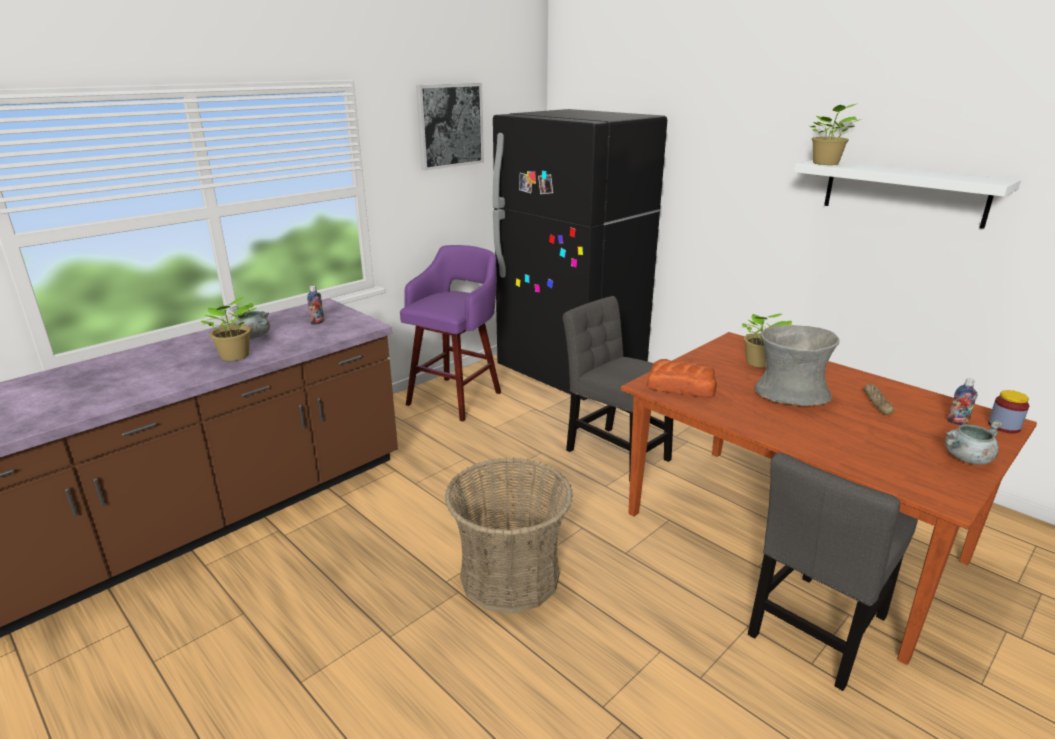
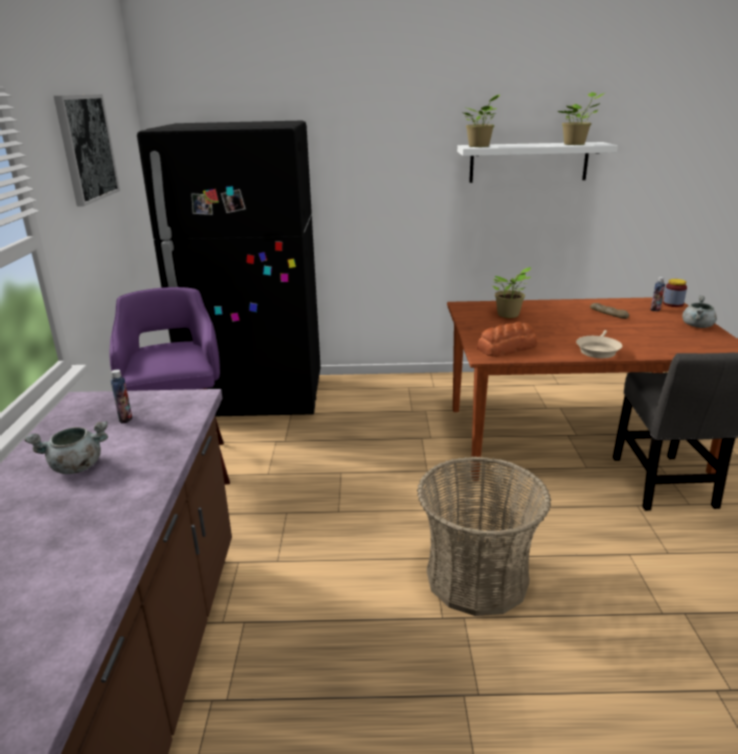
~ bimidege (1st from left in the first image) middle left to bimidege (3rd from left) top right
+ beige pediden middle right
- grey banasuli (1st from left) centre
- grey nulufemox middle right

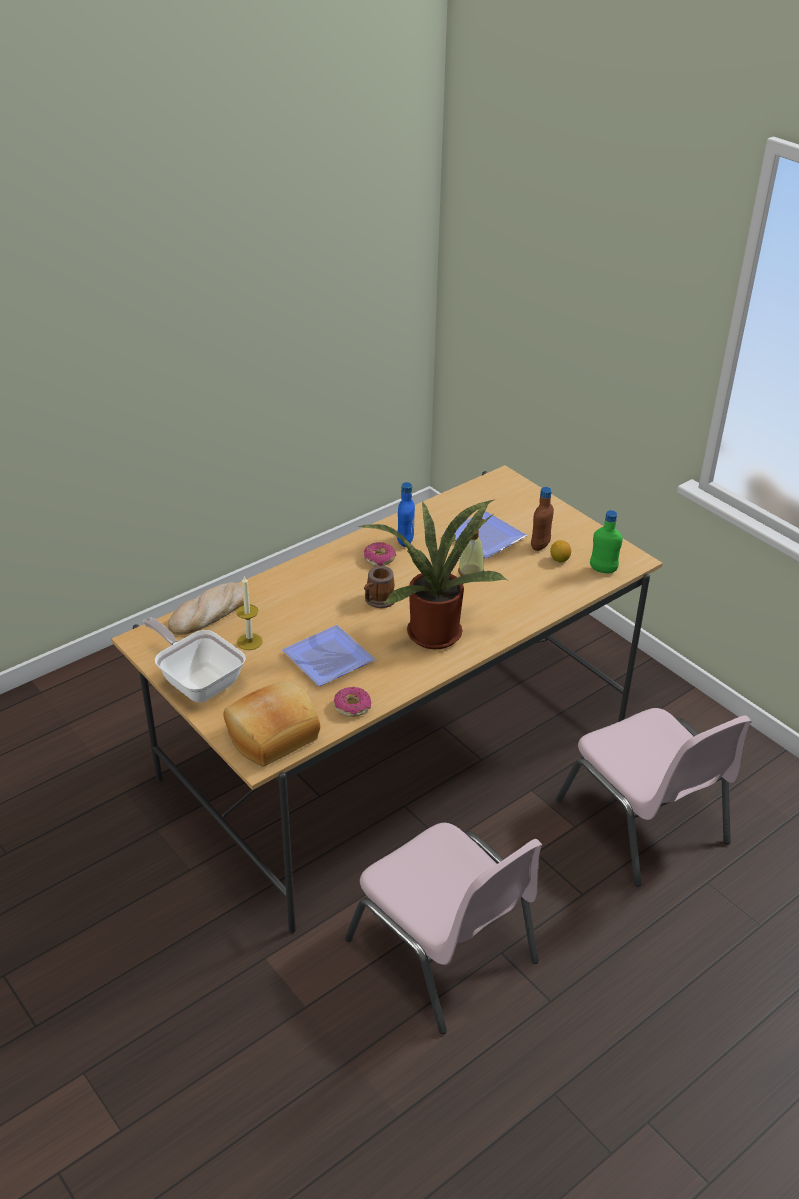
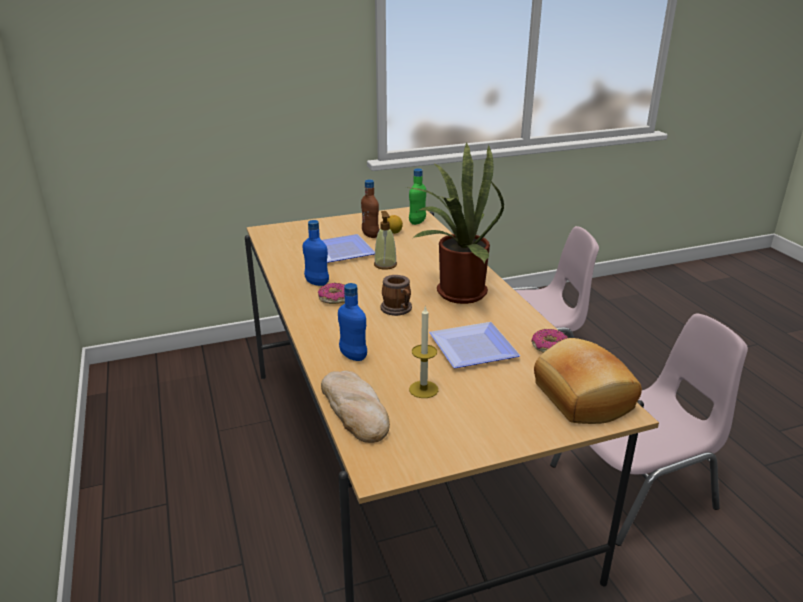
+ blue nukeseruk (2nd from left) centre
- pediden middle left

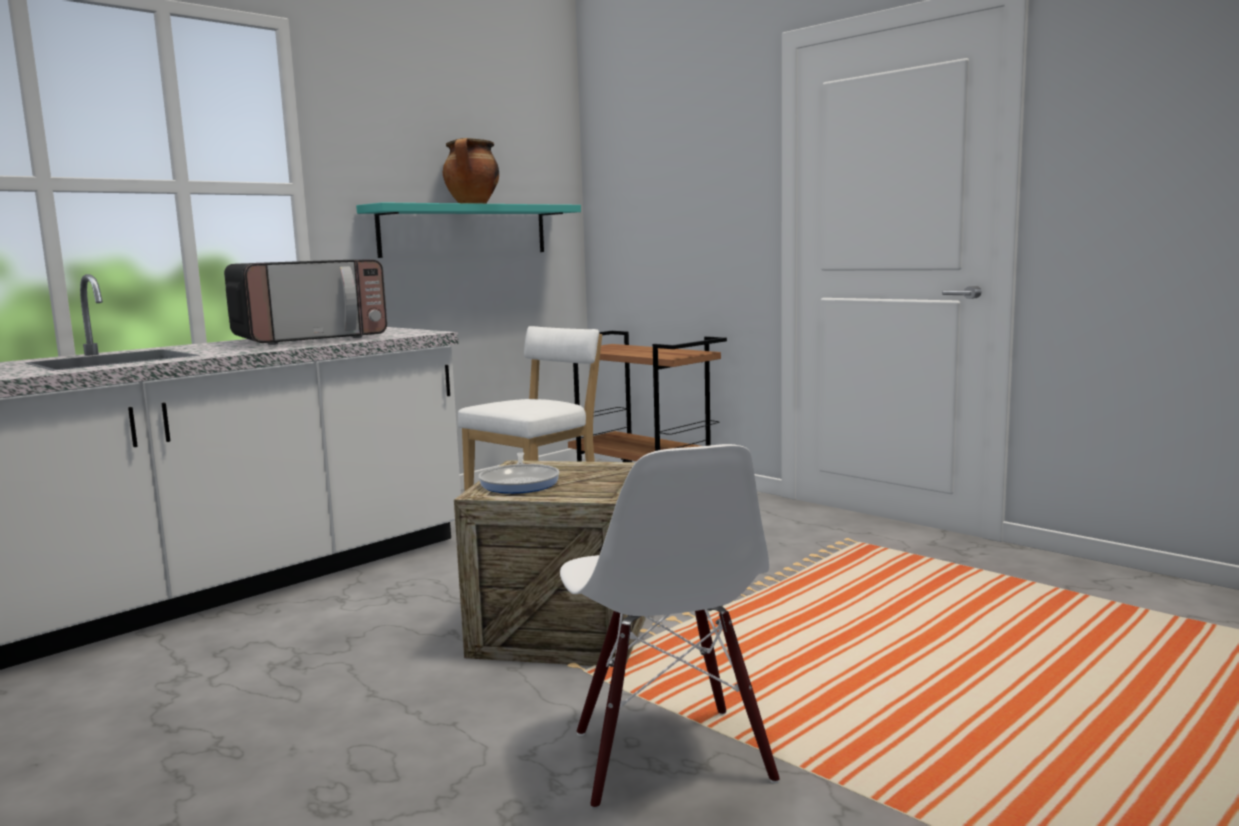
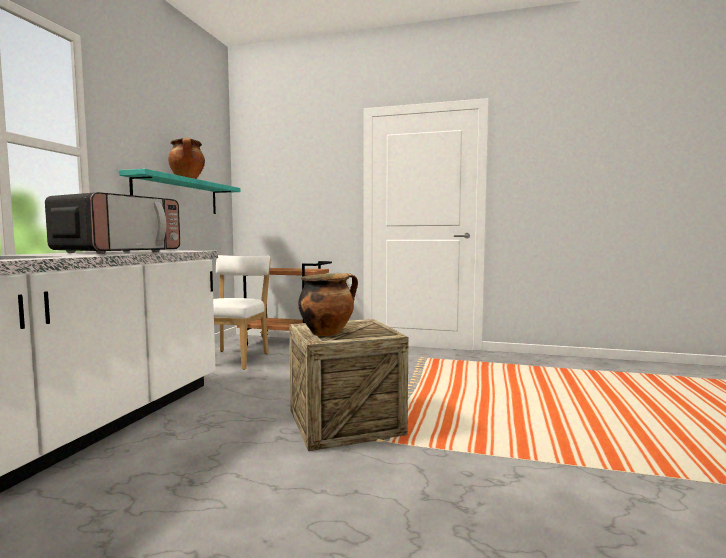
~ pediden centre to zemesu (2nd from left) centre
- white banasuli (2nd from left) bottom centre

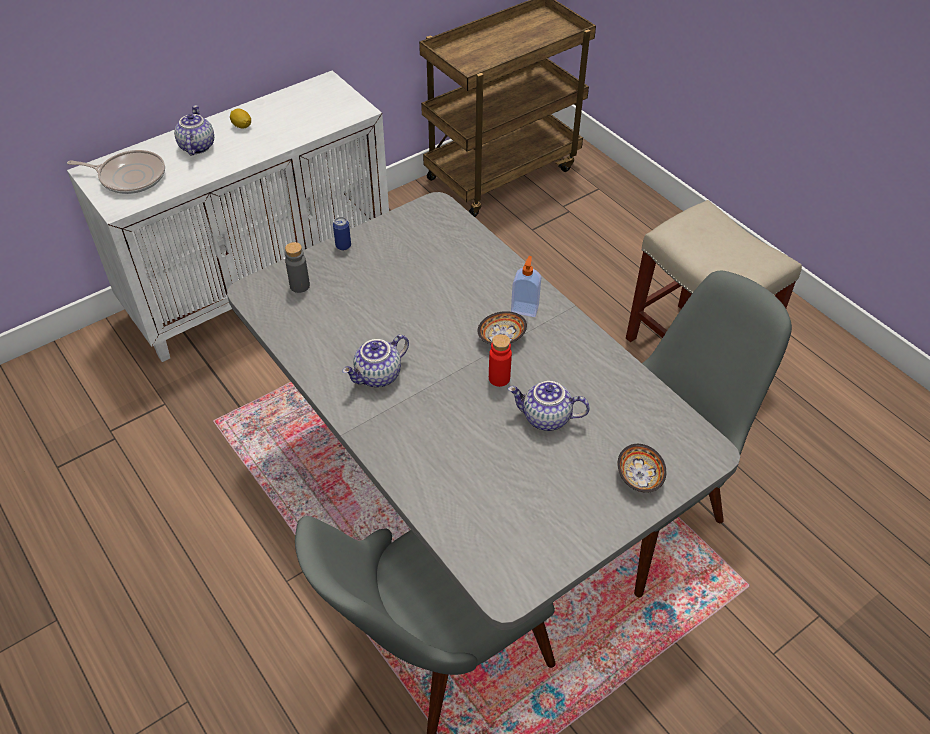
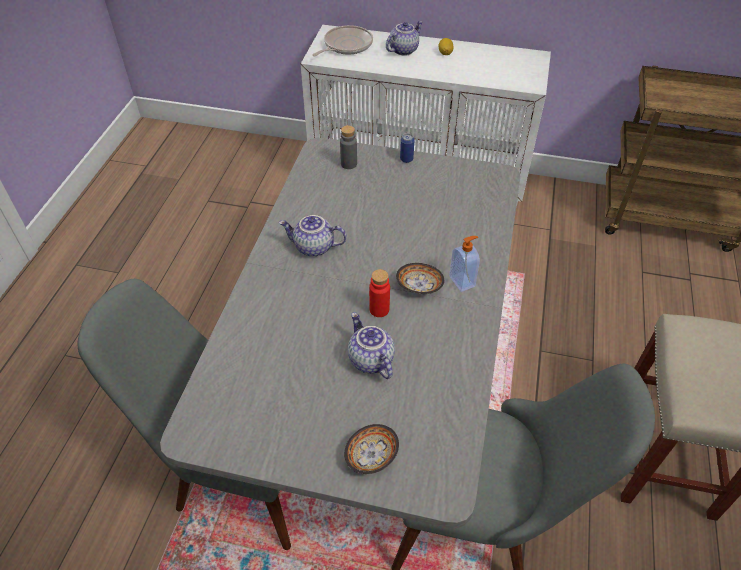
~ pediden top left = top centre 105 degrees counterclockwise

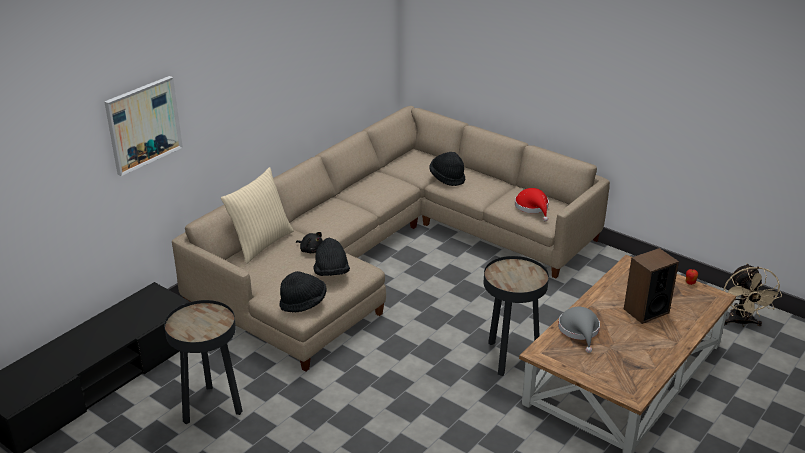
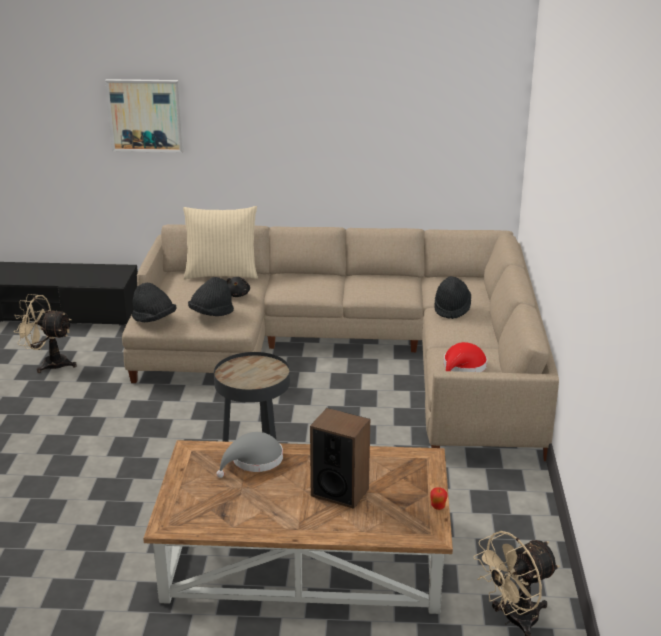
~ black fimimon (1st from left) bottom left to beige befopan (1st from left) middle left

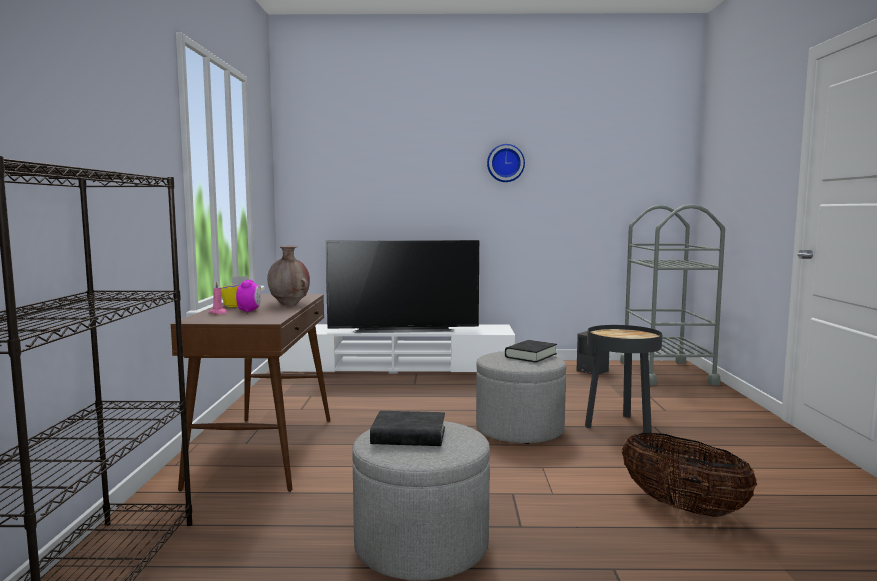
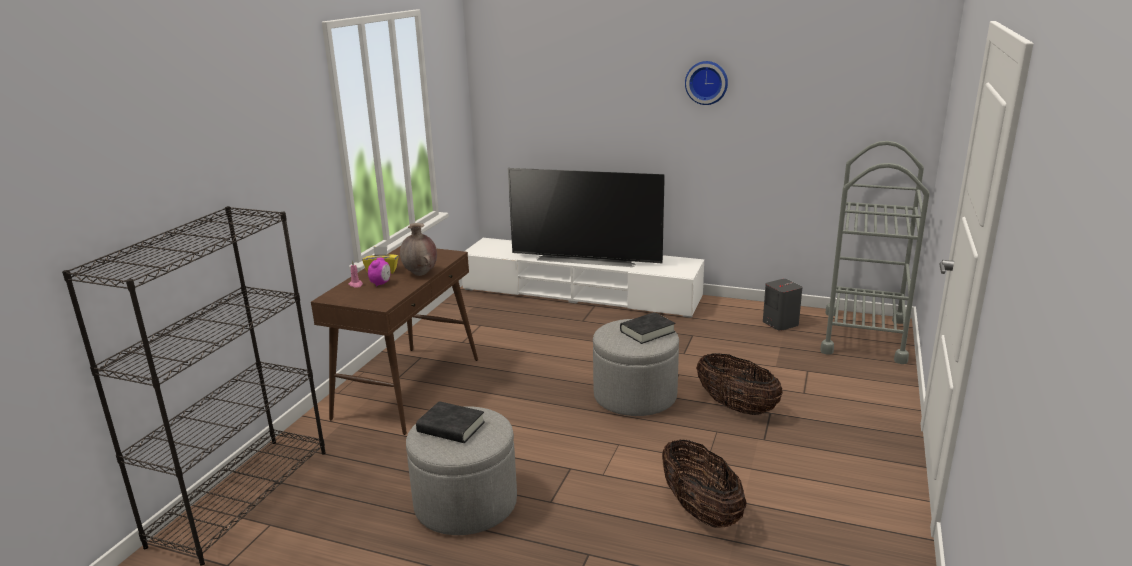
~ black fimimon middle right to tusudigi (2nd from left) bottom centre

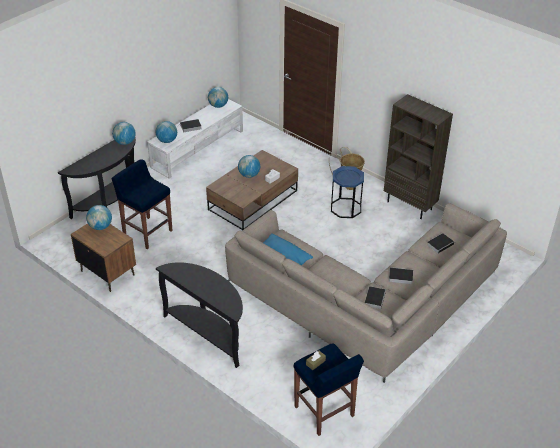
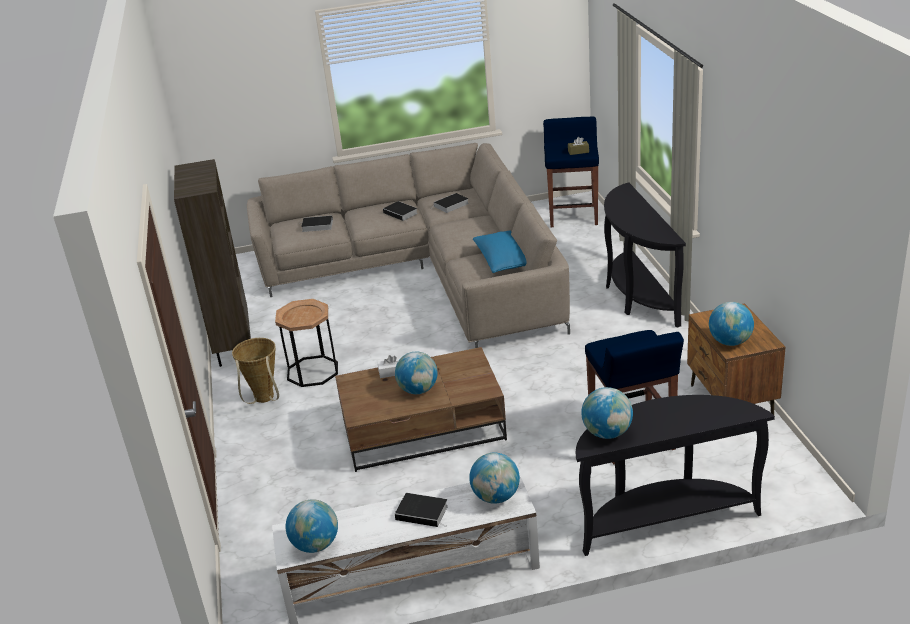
~ blue fimimon centre to brown fimimon centre

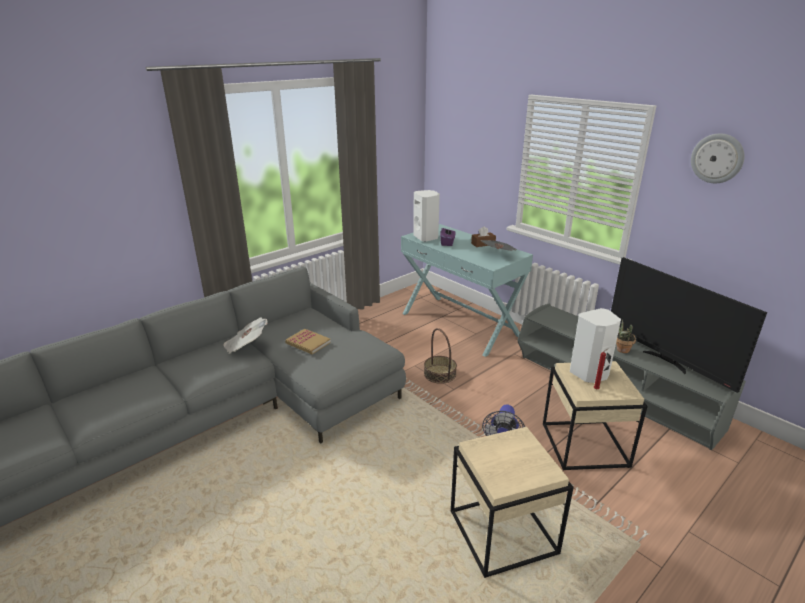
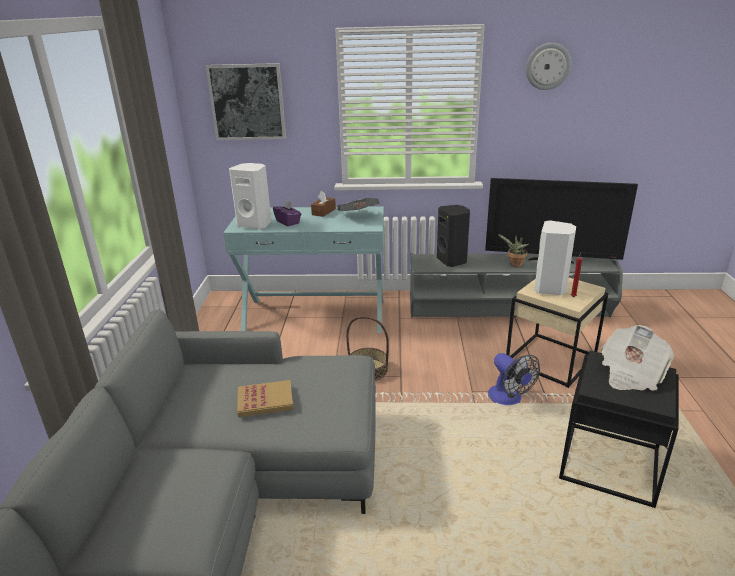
+ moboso top centre
+ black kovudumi centre
~ beige fimimon (1st from left) bottom centre to black fimimon bottom right
~ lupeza (1st from left in the first image) middle left to lupeza (2nd from left) middle right

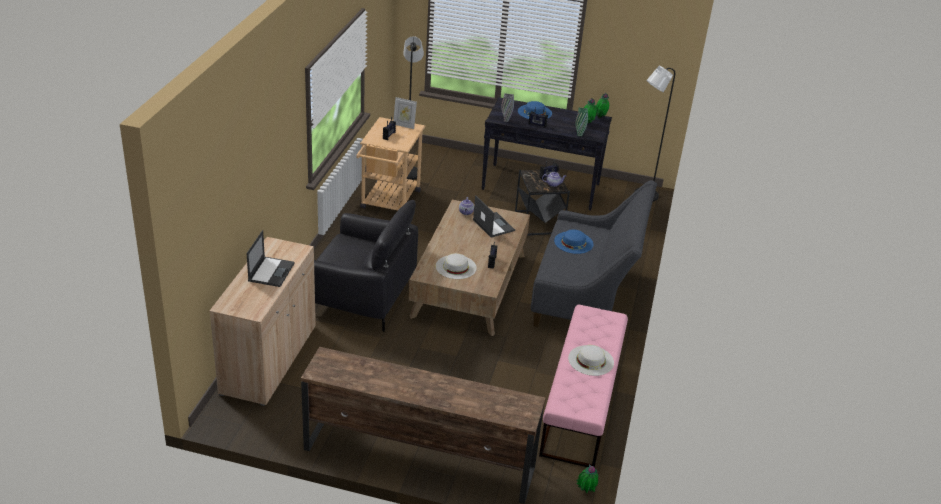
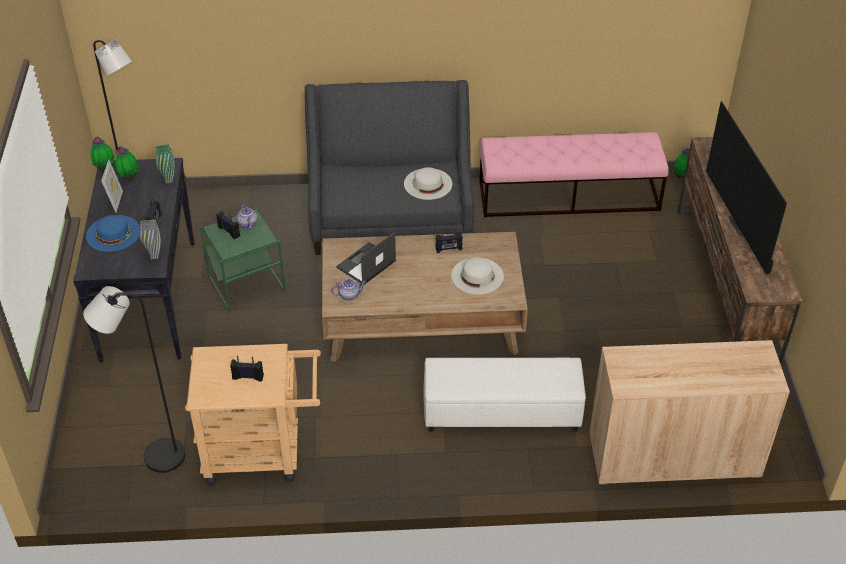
~ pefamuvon top centre to top left
~ black fimimon centre to green fimimon middle left
~ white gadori (2nd from left in the first image) bottom centre to white gadori (1st from left) top centre
~ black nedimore centre to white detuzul bottom centre
+ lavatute top right
- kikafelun (1st from left) middle left
- blue gadori (2nd from left) centre

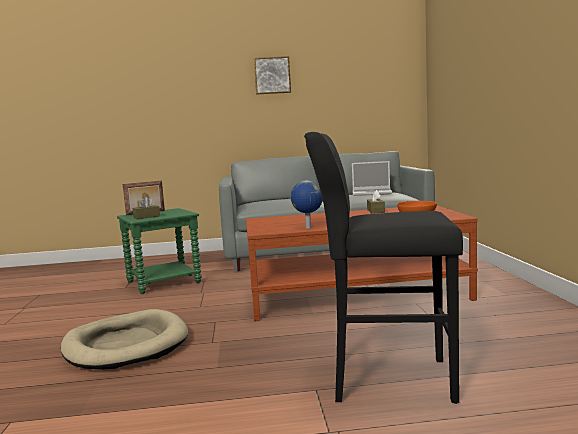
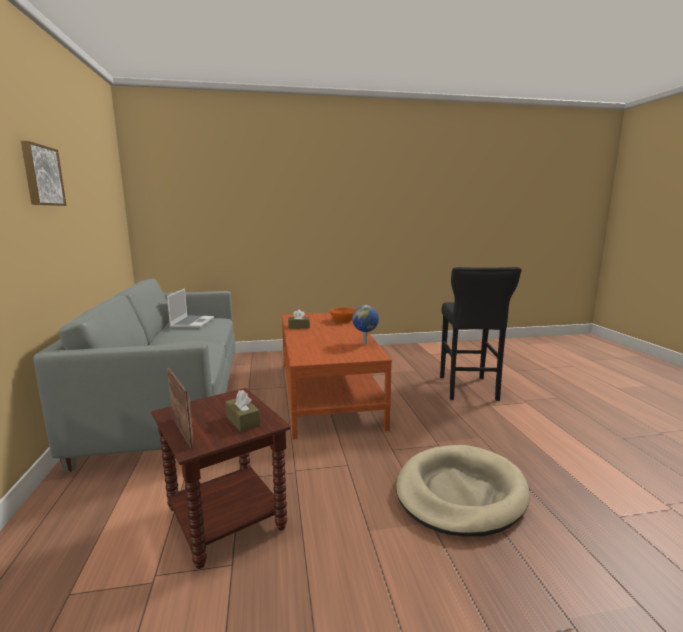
~ green fimimon middle left to brown fimimon bottom left

